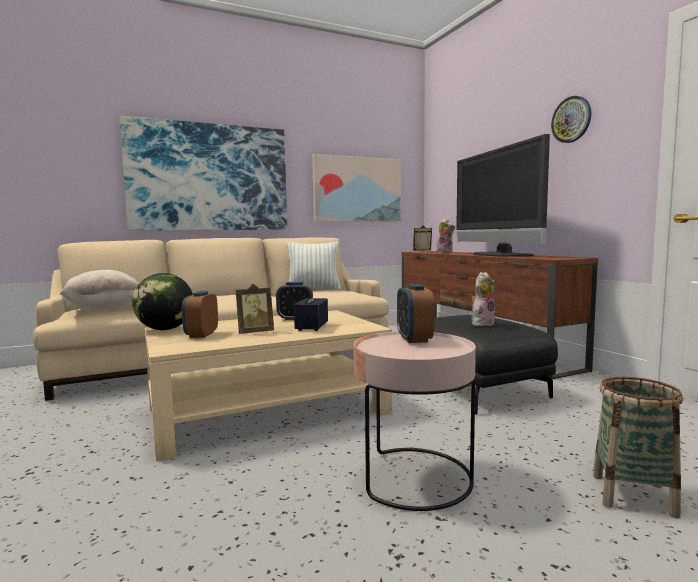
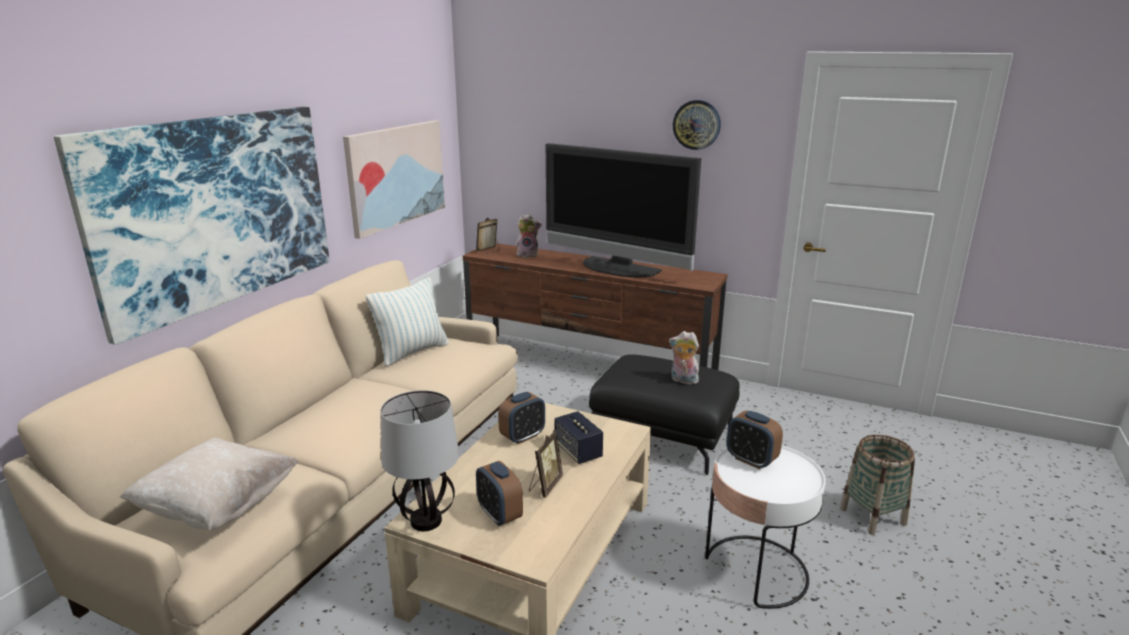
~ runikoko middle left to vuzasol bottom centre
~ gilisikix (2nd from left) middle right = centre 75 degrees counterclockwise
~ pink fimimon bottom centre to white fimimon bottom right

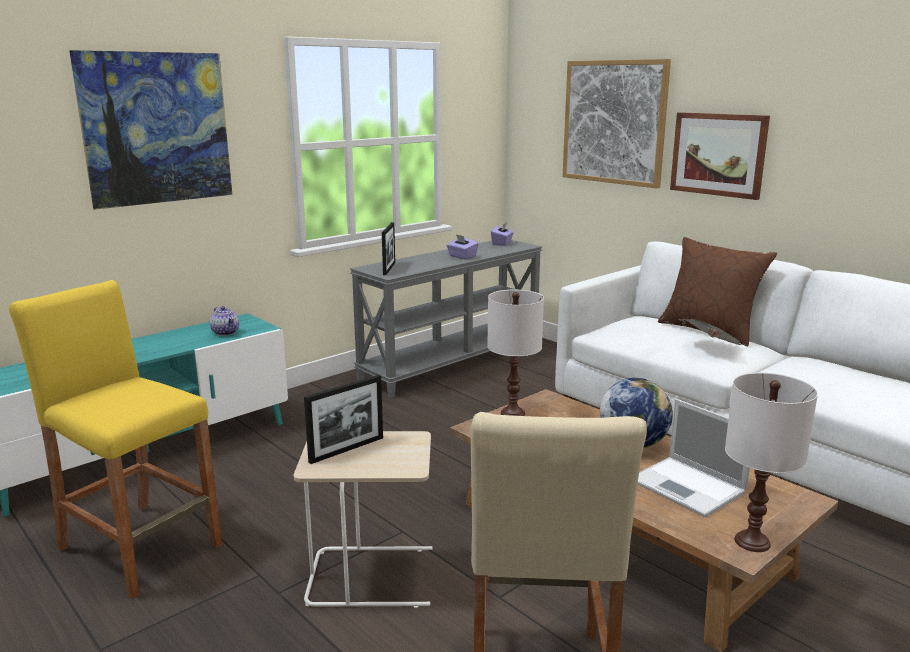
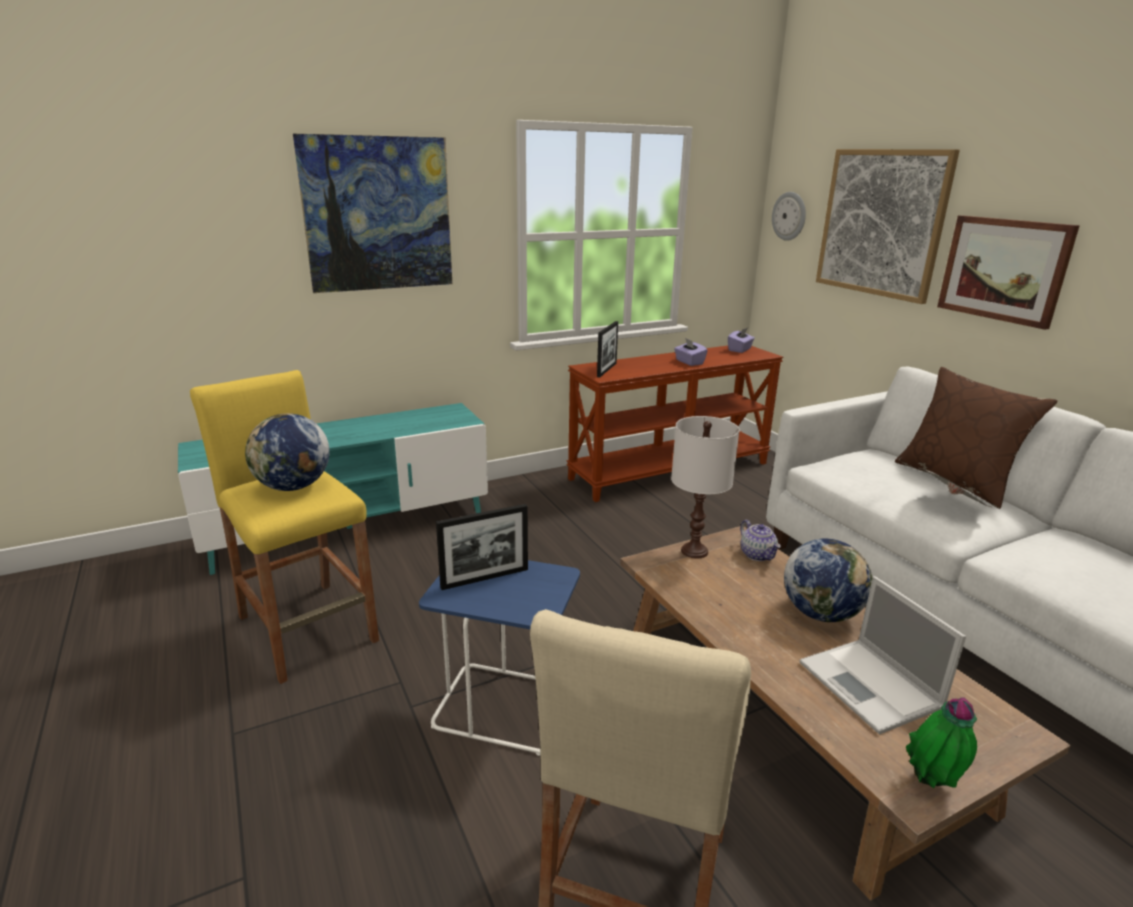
+ runikoko (1st from left) middle left
~ beige fimimon bottom centre to blue fimimon bottom centre
~ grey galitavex centre to brown galitavex centre
~ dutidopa middle left to middle right
+ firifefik top right
~ white vuzasol (2nd from left) bottom right to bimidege bottom right

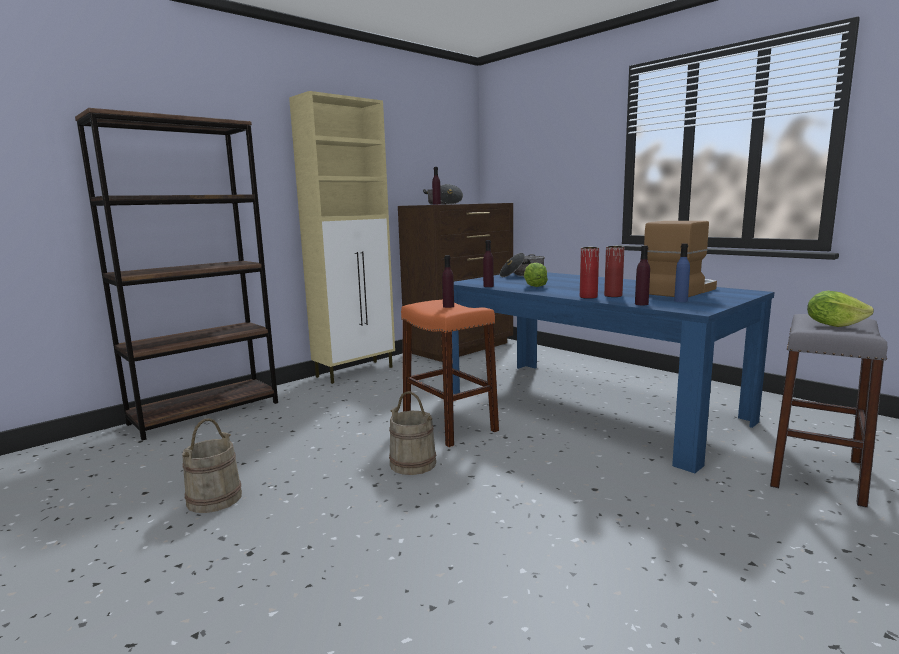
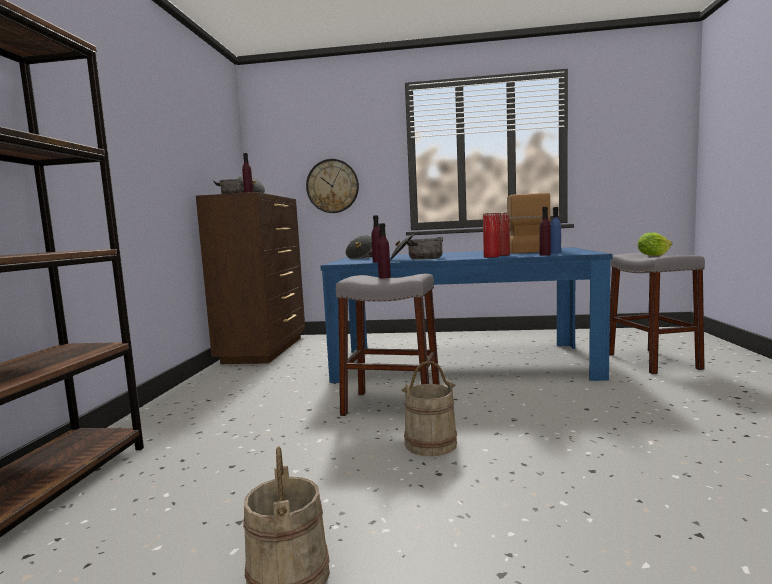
+ firifefik top centre
~ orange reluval centre to grey reluval (1st from left) centre
~ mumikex (1st from left) centre to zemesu (3rd from left) centre
- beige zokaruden centre

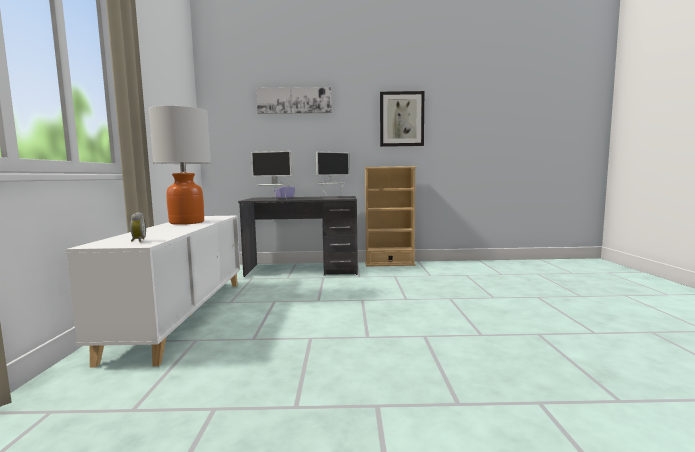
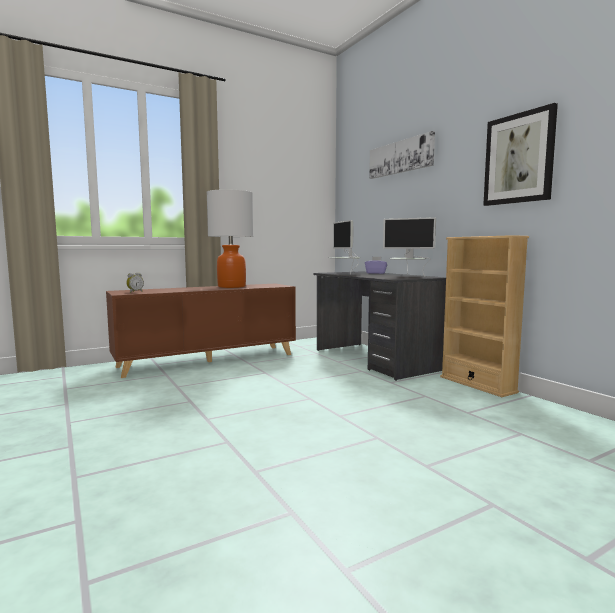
~ white zokaruden middle left to brown zokaruden middle left

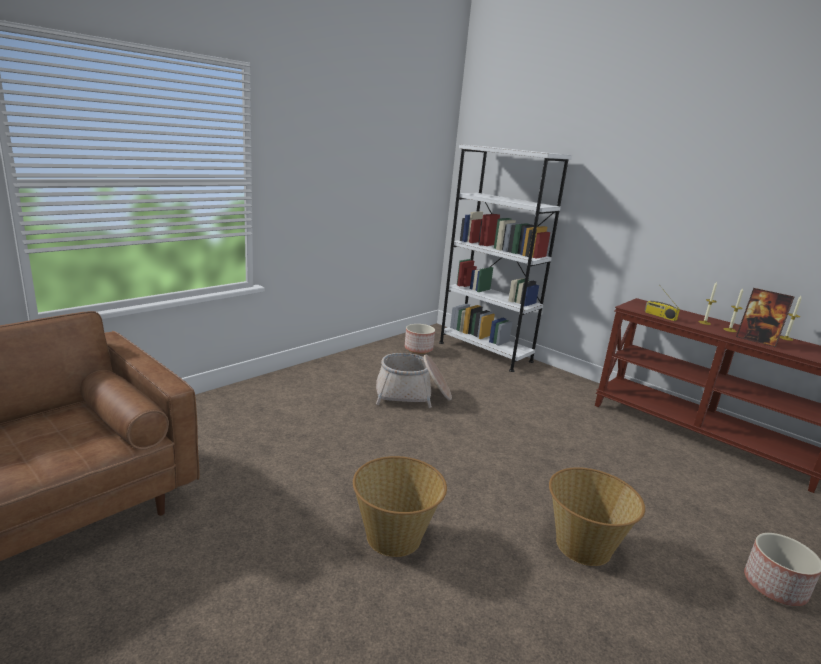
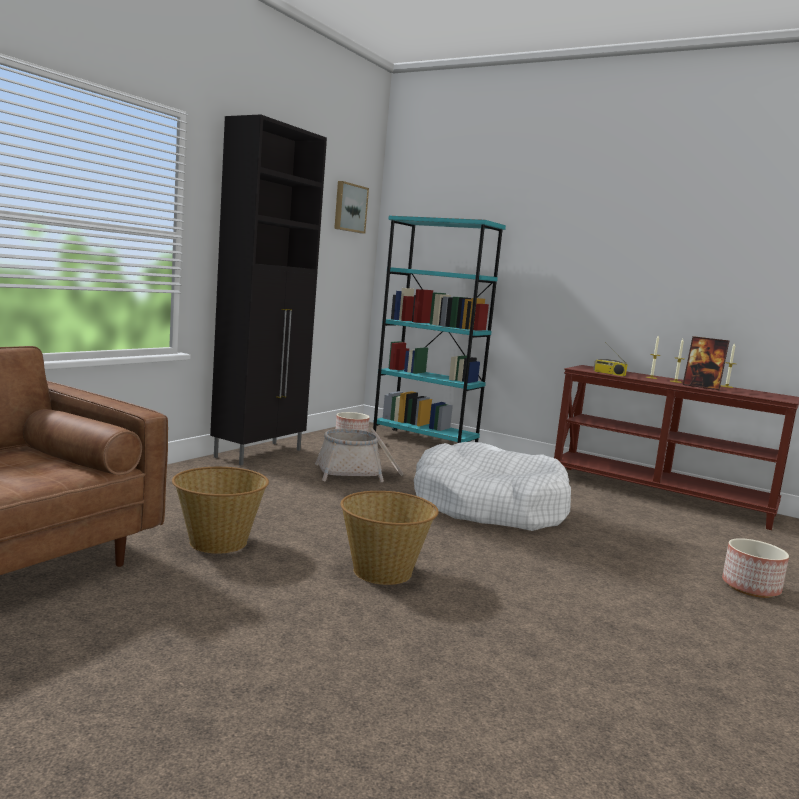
~ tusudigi (3rd from left in the first image) bottom right to tusudigi (1st from left) middle left
+ black zokaruden centre
+ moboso top centre
~ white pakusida centre to turquoise pakusida centre
+ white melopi centre

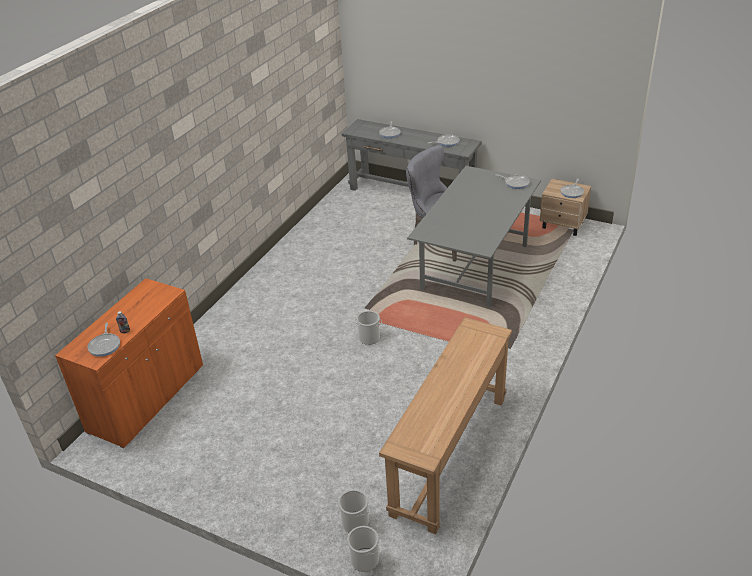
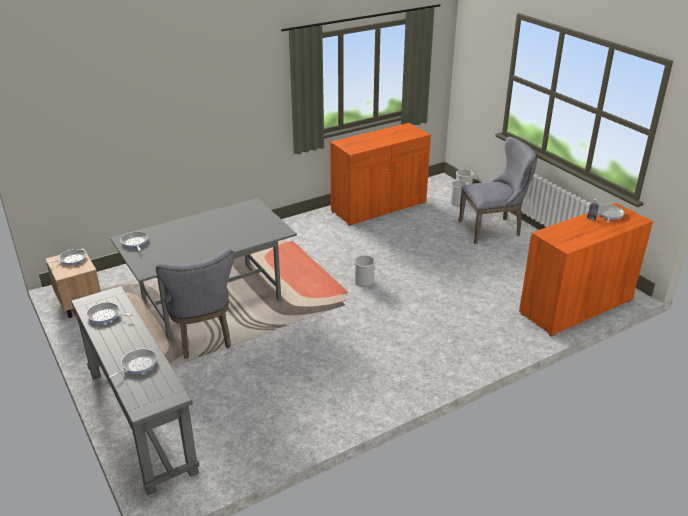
~ brown galitavex bottom centre to orange zokaruden (1st from left) centre
+ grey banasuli (2nd from left) middle right

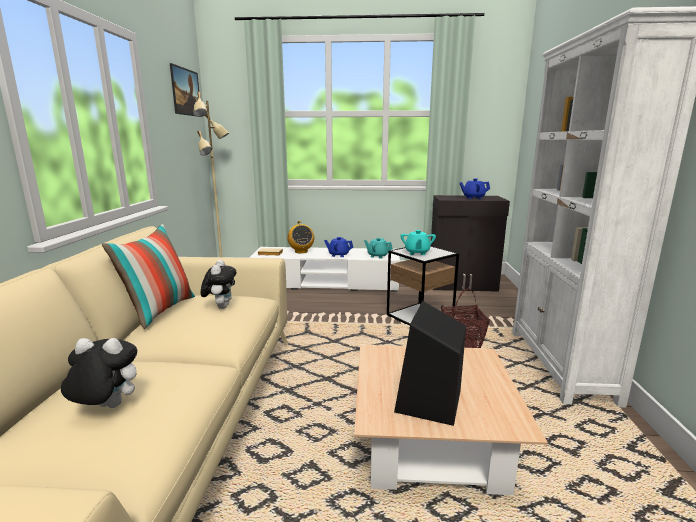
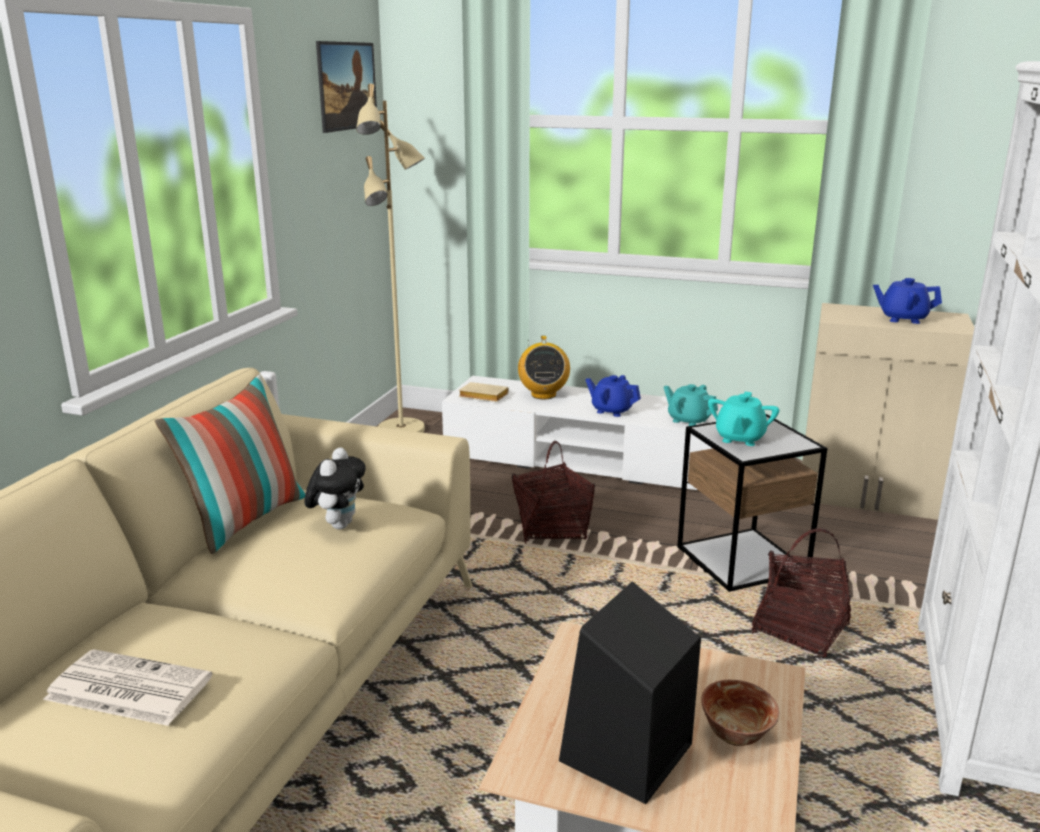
~ gilisikix (1st from left) bottom left to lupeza bottom left
+ tusudigi (1st from left) centre
+ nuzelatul bottom right
~ black zokaruden middle right to beige zokaruden middle right

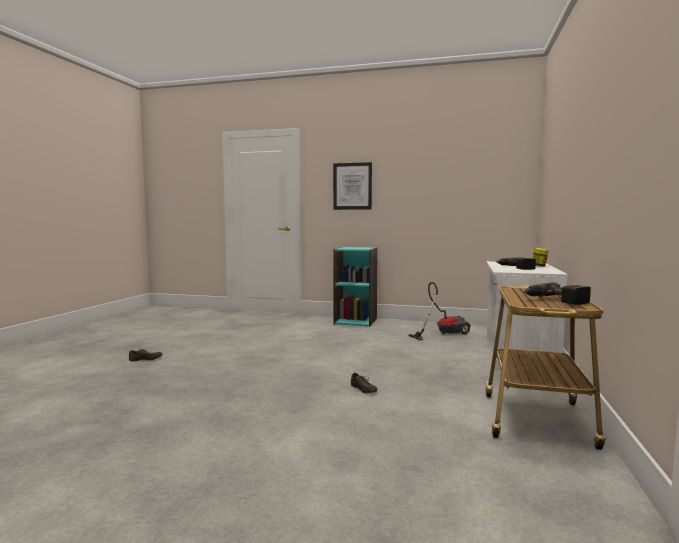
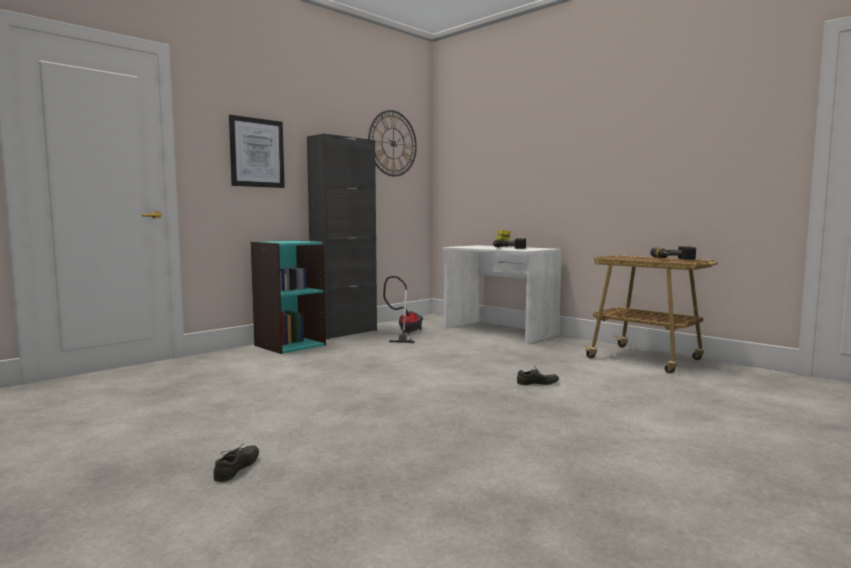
+ black zokaruden centre
+ firifefik top centre

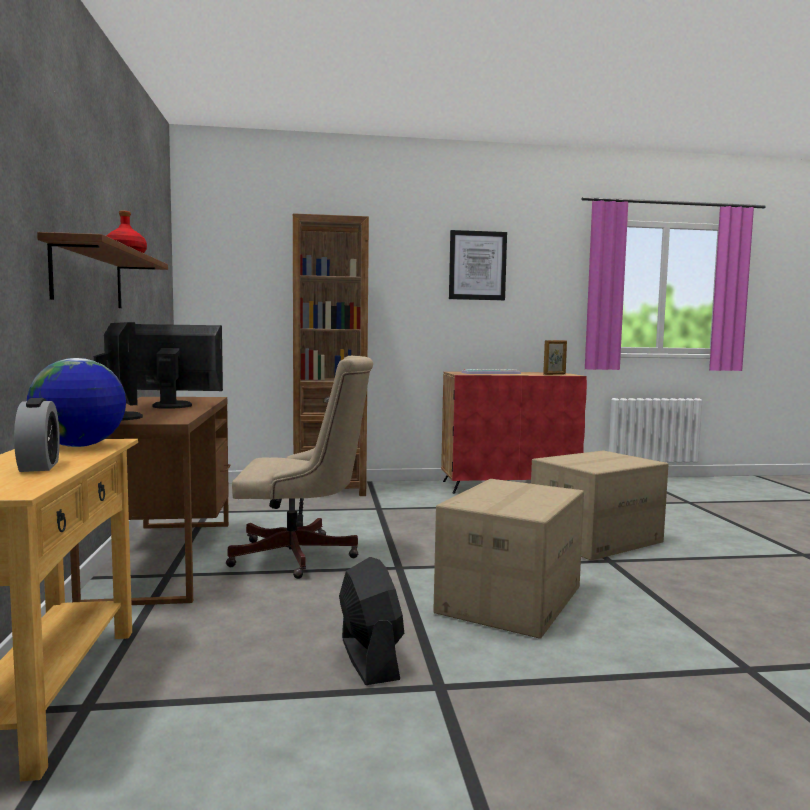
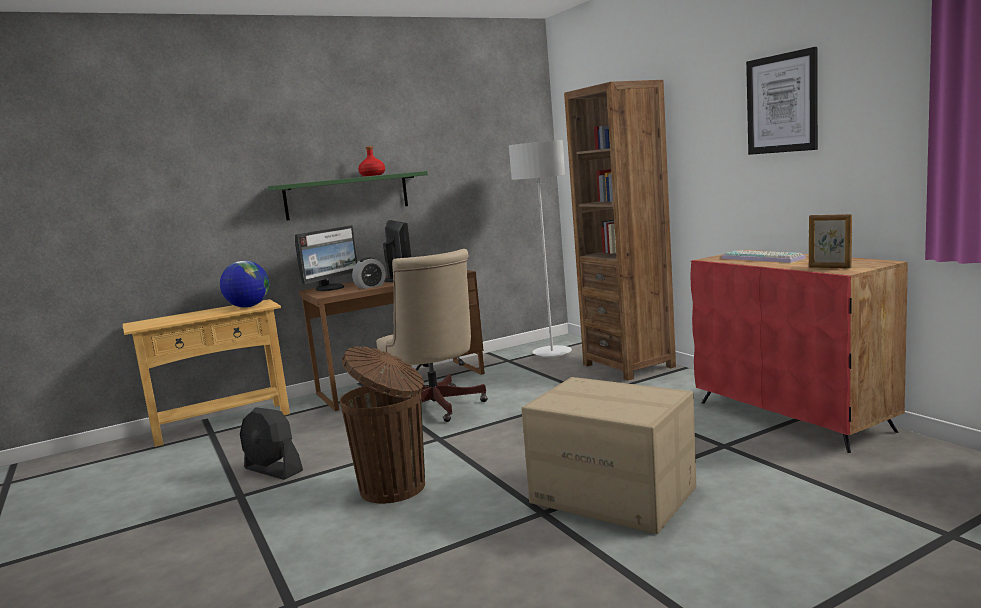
~ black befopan bottom centre = bottom left 75 degrees clockwise
~ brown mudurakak middle left to green mudurakak top centre
~ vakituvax (1st from left) bottom centre to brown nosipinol bottom centre
~ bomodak middle left to centre
+ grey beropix centre

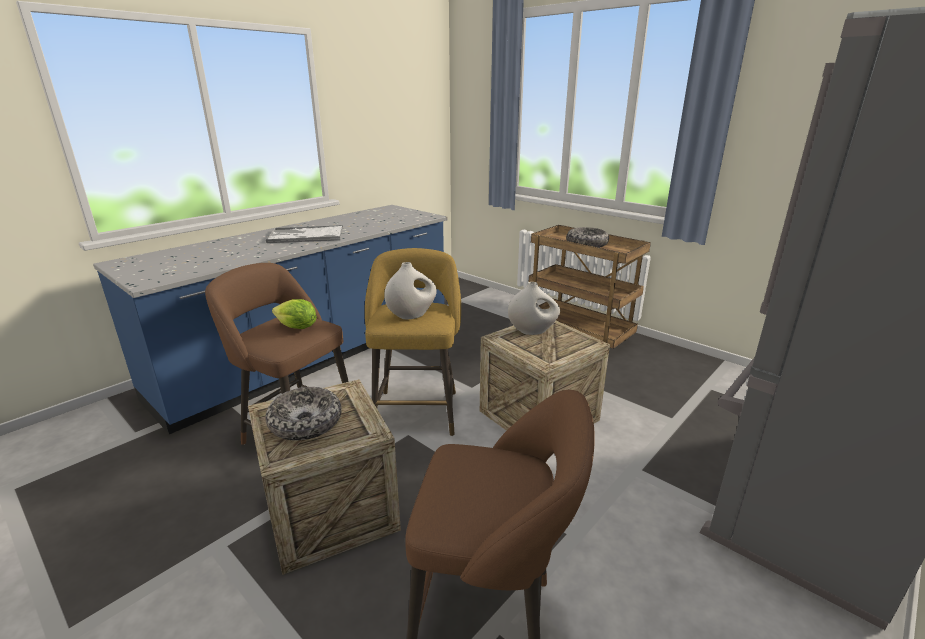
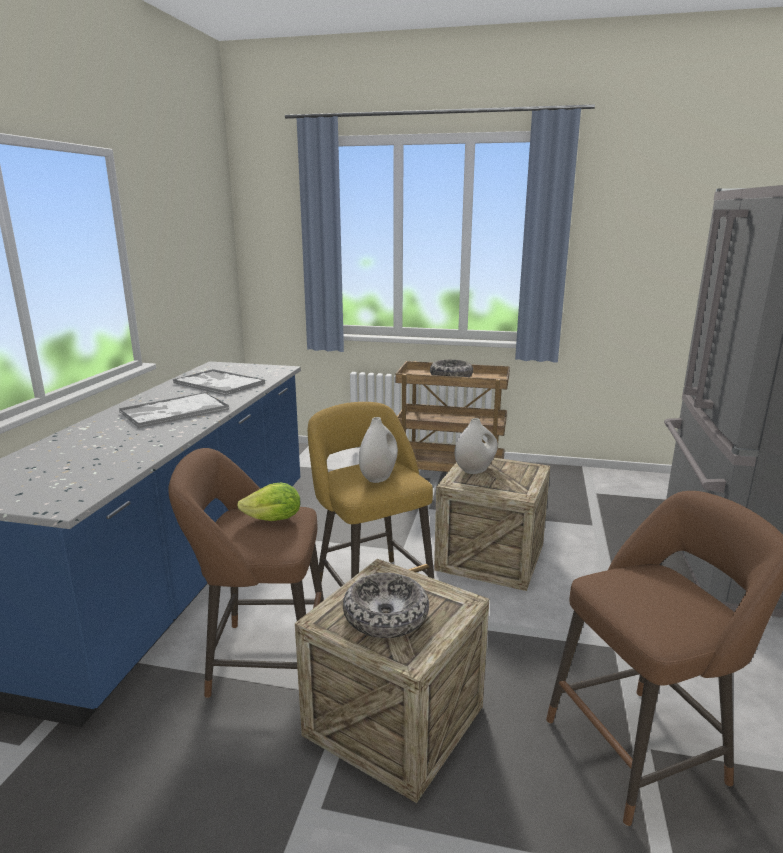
+ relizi (2nd from left) middle left

